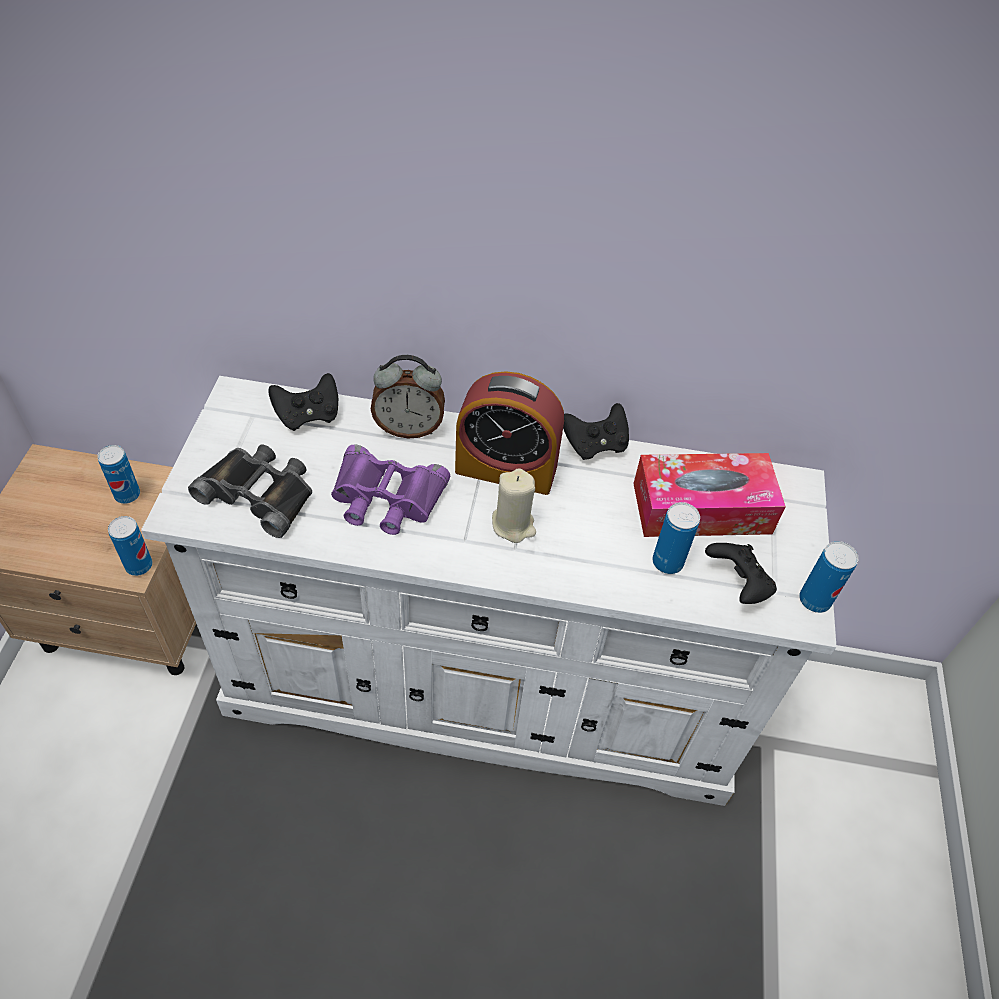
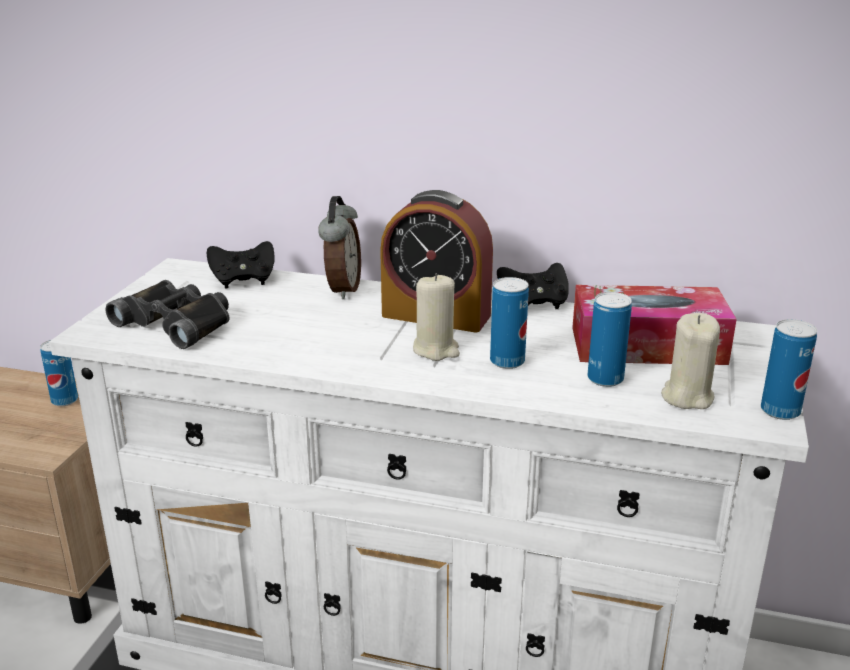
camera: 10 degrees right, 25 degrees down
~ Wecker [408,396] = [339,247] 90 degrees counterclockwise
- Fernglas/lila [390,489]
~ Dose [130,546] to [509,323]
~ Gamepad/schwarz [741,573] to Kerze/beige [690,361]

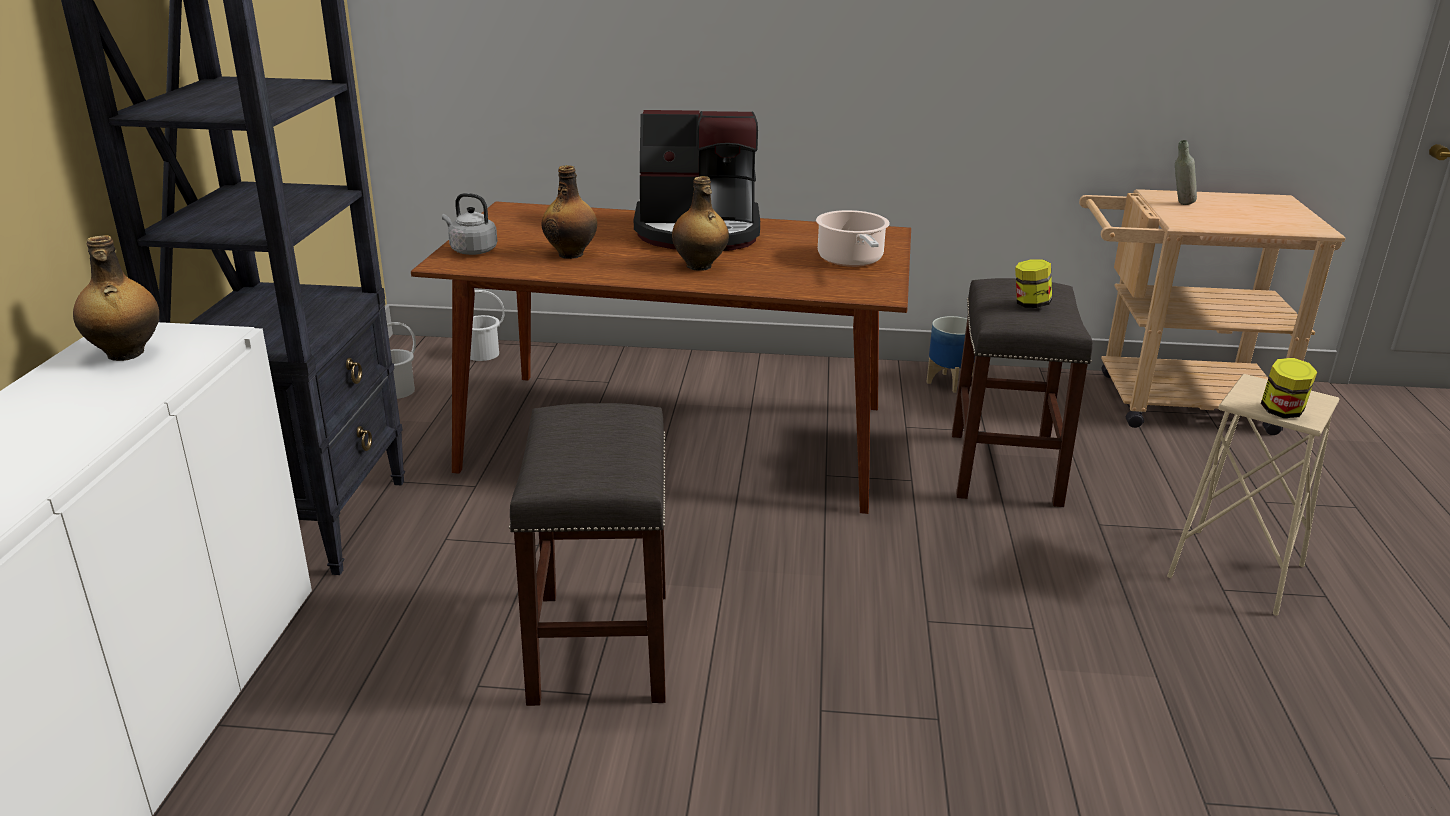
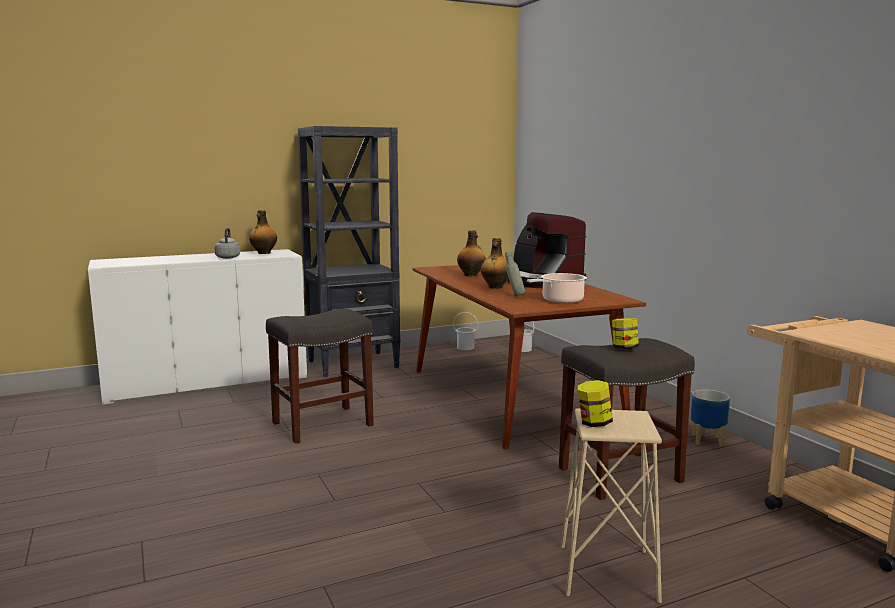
camera: 60 degrees right, 15 degrees down
~ Flasche/grau [1186,172] to [515,274]
~ Wasserkessel/grau [469,224] to [227,243]

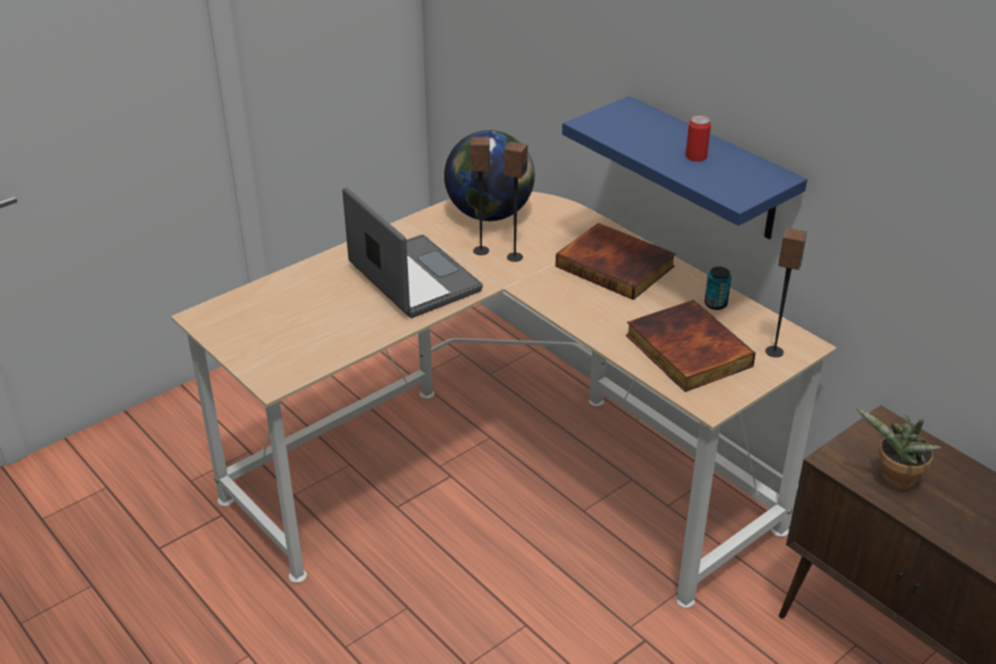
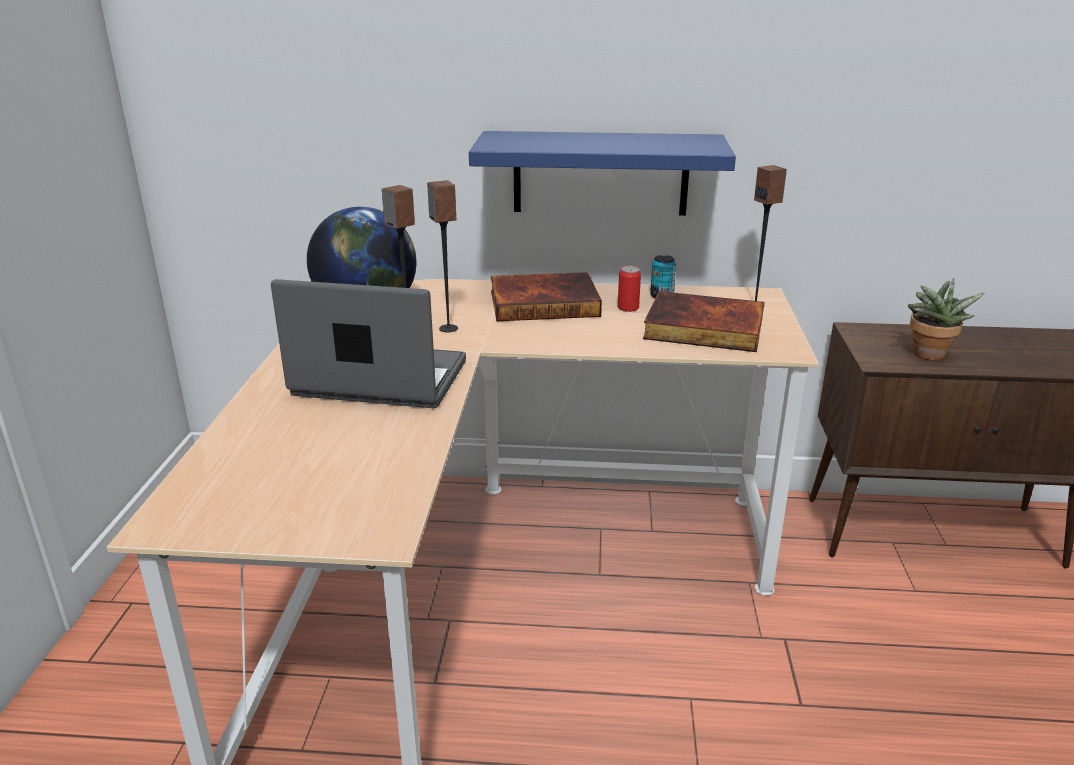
camera: 45 degrees left, 10 degrees down
~ Dose [698,138] to [629,289]

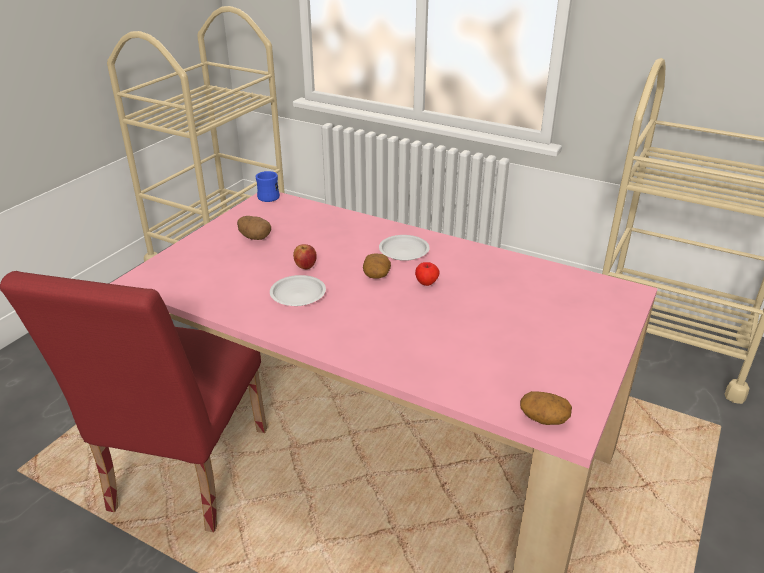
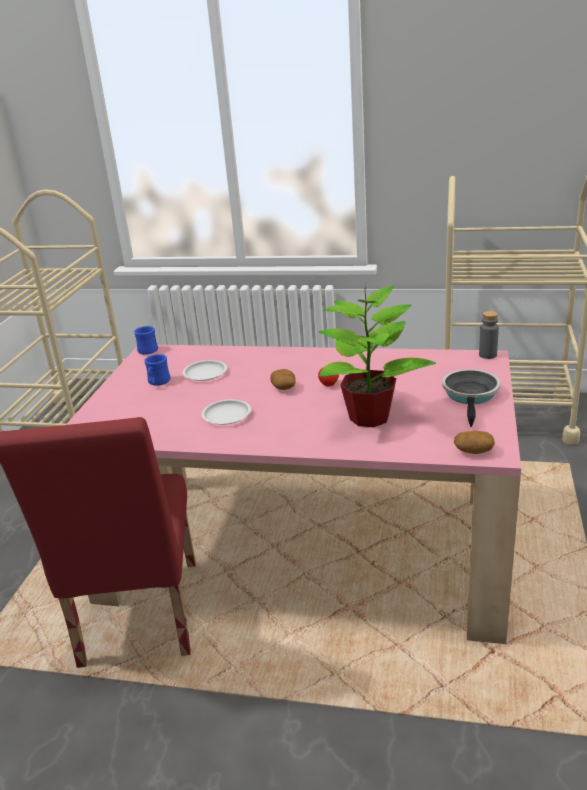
camera: 15 degrees left, 5 degrees down
~ Kartoffel [254,228] to Henkelbecher/blau [157,370]
~ Teller/weiß [404,248] to [205,370]
- Apfel [305,256]
+ Topfpflanze [377,355]
+ Flasche/grau [489,335]
+ Pfanne [471,398]

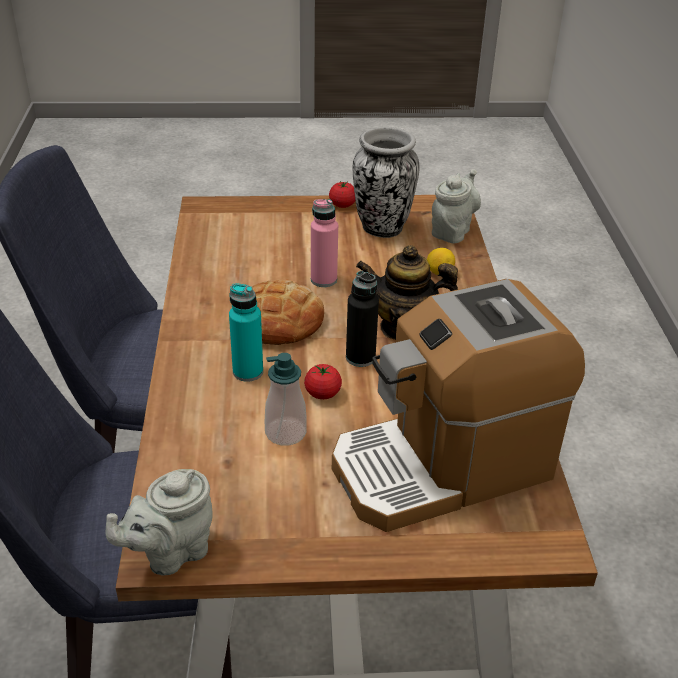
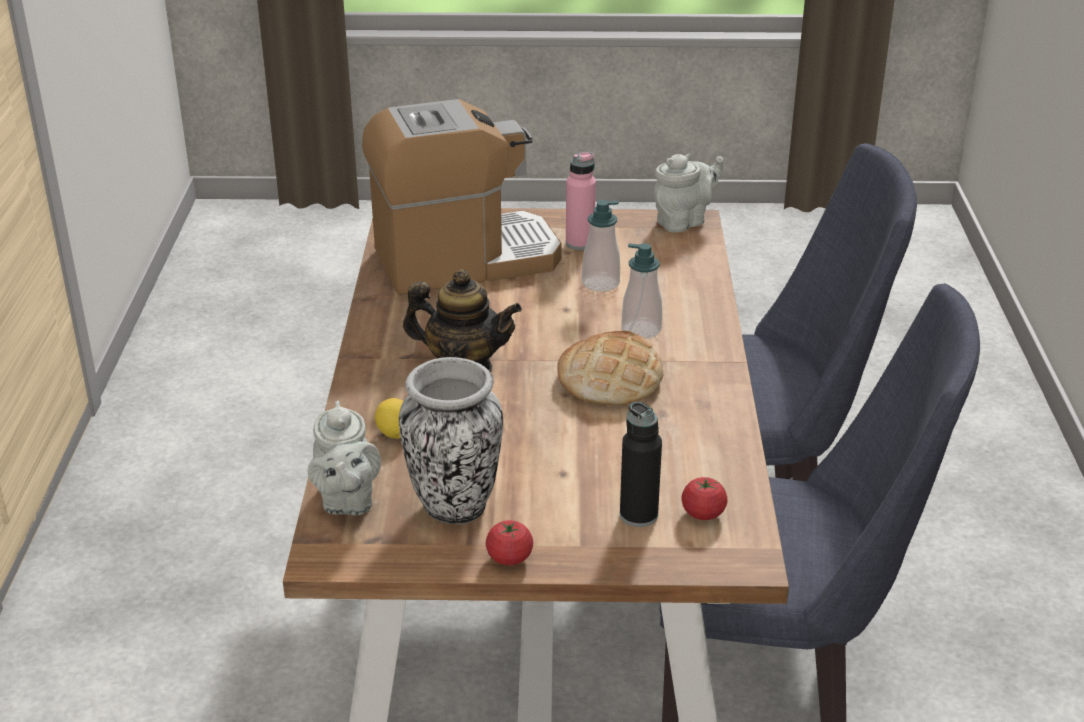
camera: 175 degrees left, 5 degrees down
~ Teekanne/grau [456,206] = [344,458] 45 degrees counterclockwise
~ Flasche/rosa [324,243] to [581,201]
~ Flasche/schwarz [362,319] to [641,464]
~ Flasche/türkis [246,332] to Seifenspender [642,291]
~ Tomate [323,381] to [704,498]

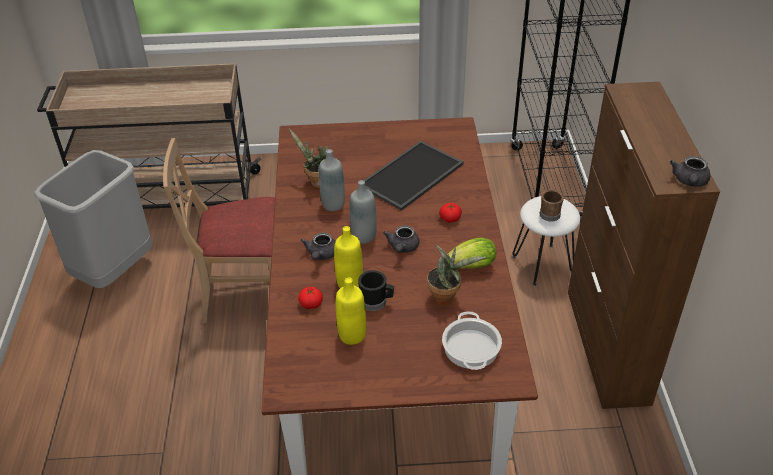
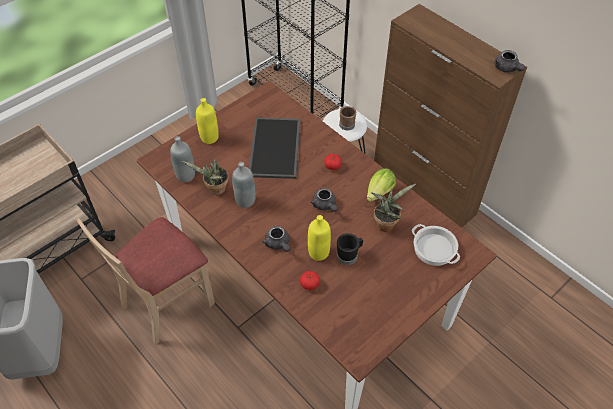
camera: 40 degrees left, 10 degrees up
~ Flasche/grau [363,212] to [182,159]
~ Flasche/gelb [351,311] to [207,121]

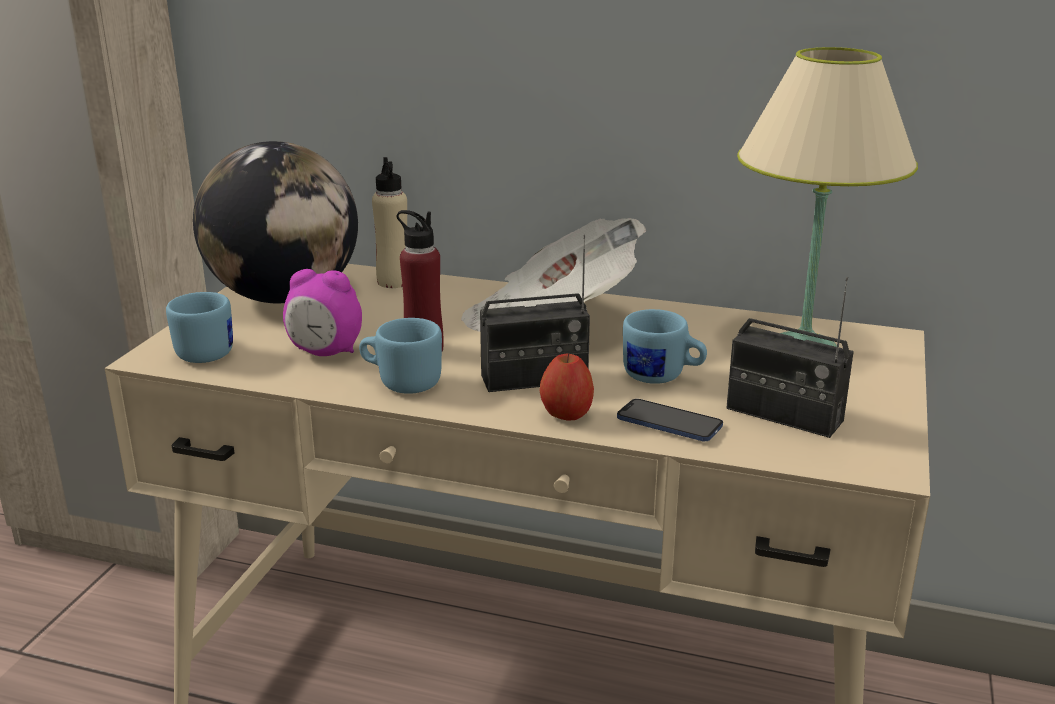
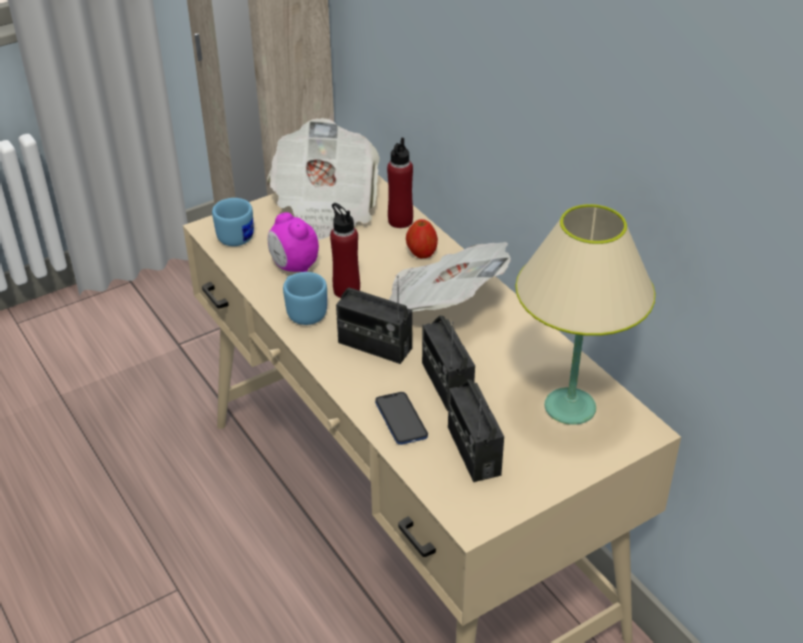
camera: 40 degrees right, 15 degrees up
~ Globus [275,222] to Zeitung [323,179]
~ Flasche/beige [389,222] to Flasche/rot [400,182]
~ Henkelbecher/blau [665,346] to Radio [448,363]
~ Apfel [567,386] to [422,238]

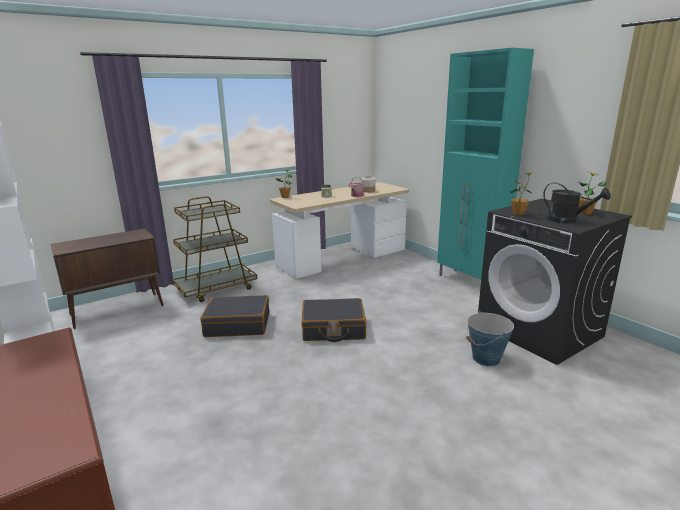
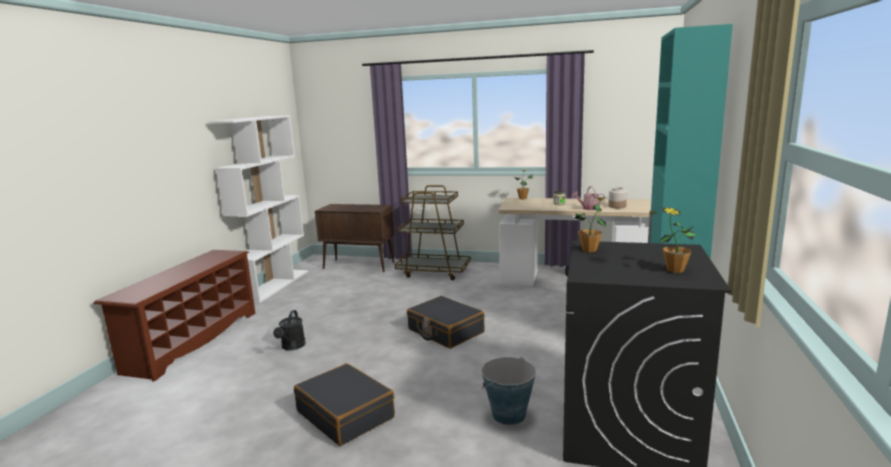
camera: 50 degrees right, 5 degrees down
~ Gießkanne/schwarz [577,203] to [290,330]
~ Koffer/schwarz [234,316] to [344,404]

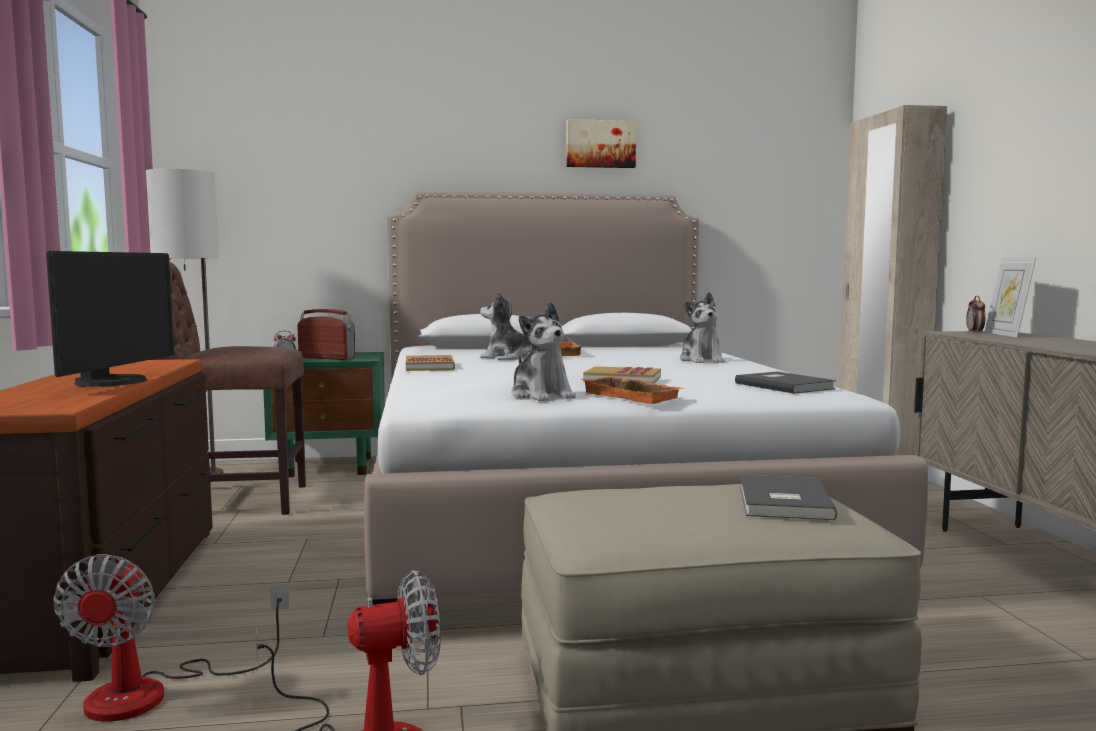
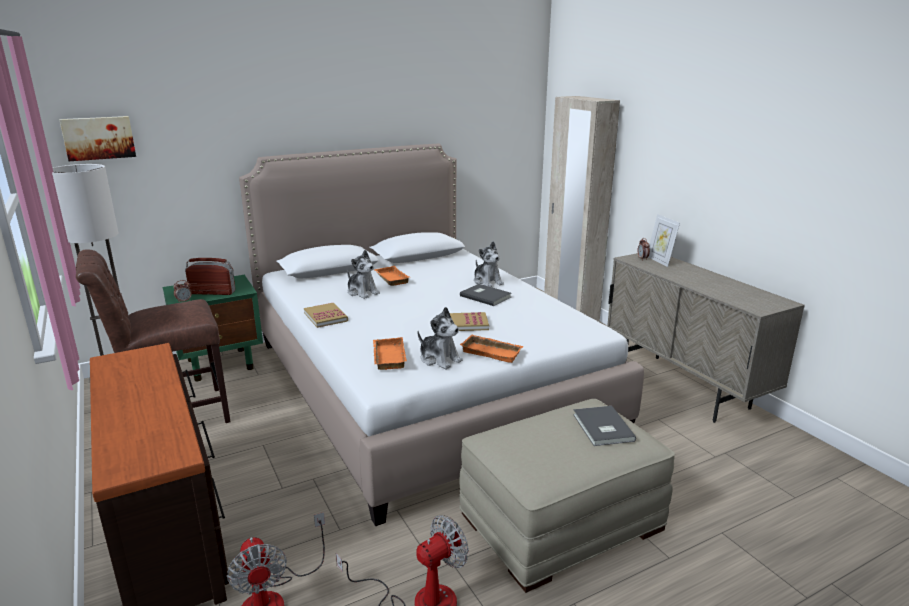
camera: 20 degrees left, 15 degrees up
~ Bild [601,143] to [97,138]
- Monitor [110,319]
~ Plüschtier [506,325] = [363,274] 135 degrees counterclockwise
~ Buch/grau [785,382] to [486,295]
+ Tablett/orange [390,353]

